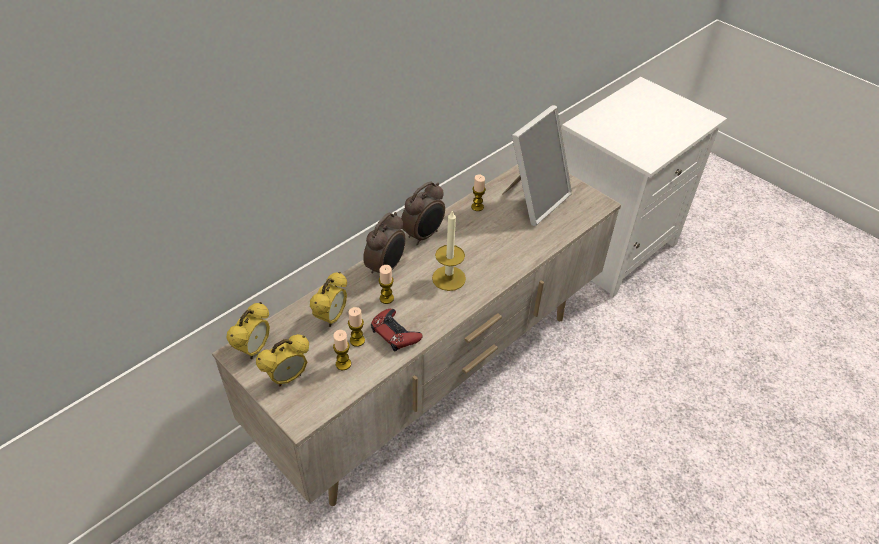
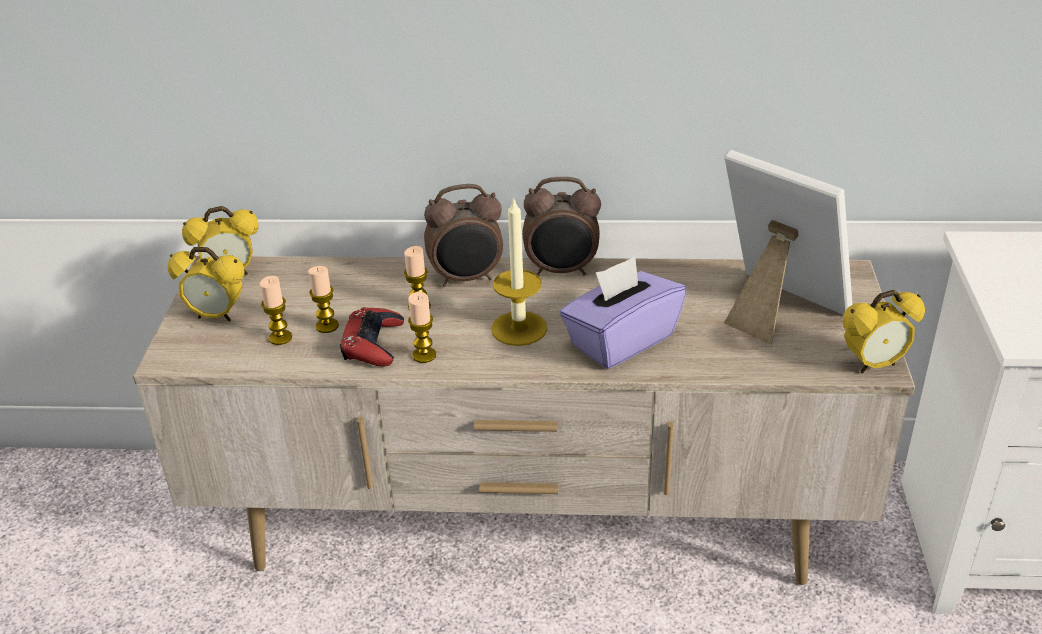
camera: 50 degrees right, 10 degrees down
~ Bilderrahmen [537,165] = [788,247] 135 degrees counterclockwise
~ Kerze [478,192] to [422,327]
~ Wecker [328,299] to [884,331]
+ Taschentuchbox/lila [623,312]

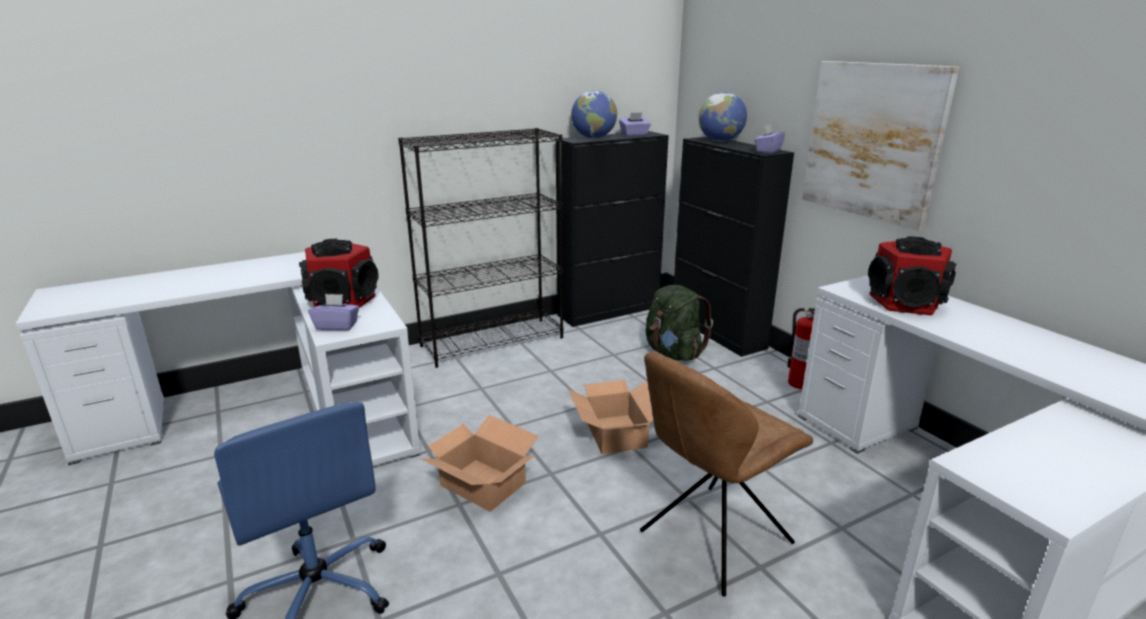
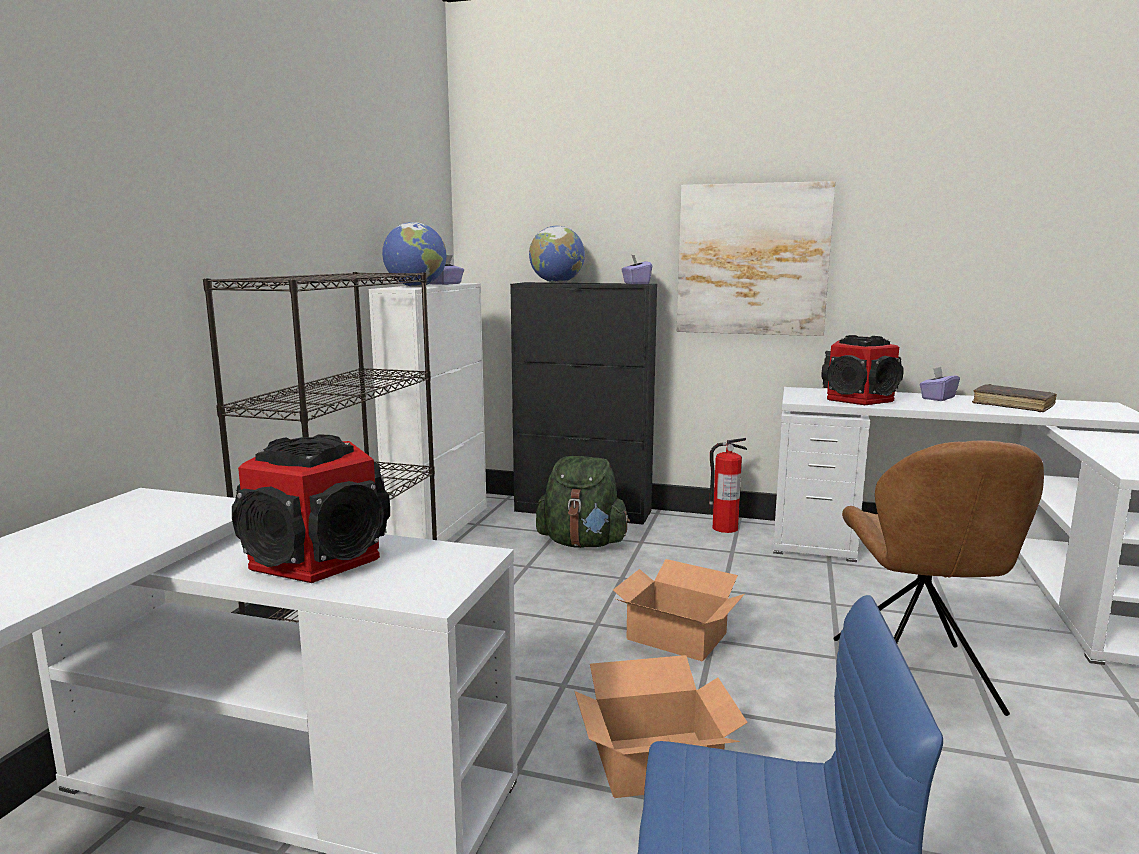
camera: 45 degrees left, 10 degrees down
~ Schrank/schwarz [612,229] to Schrank/weiß [428,412]
~ Taschentuchbox/lila [333,312] to [939,384]
+ Buch/braun [1014,398]

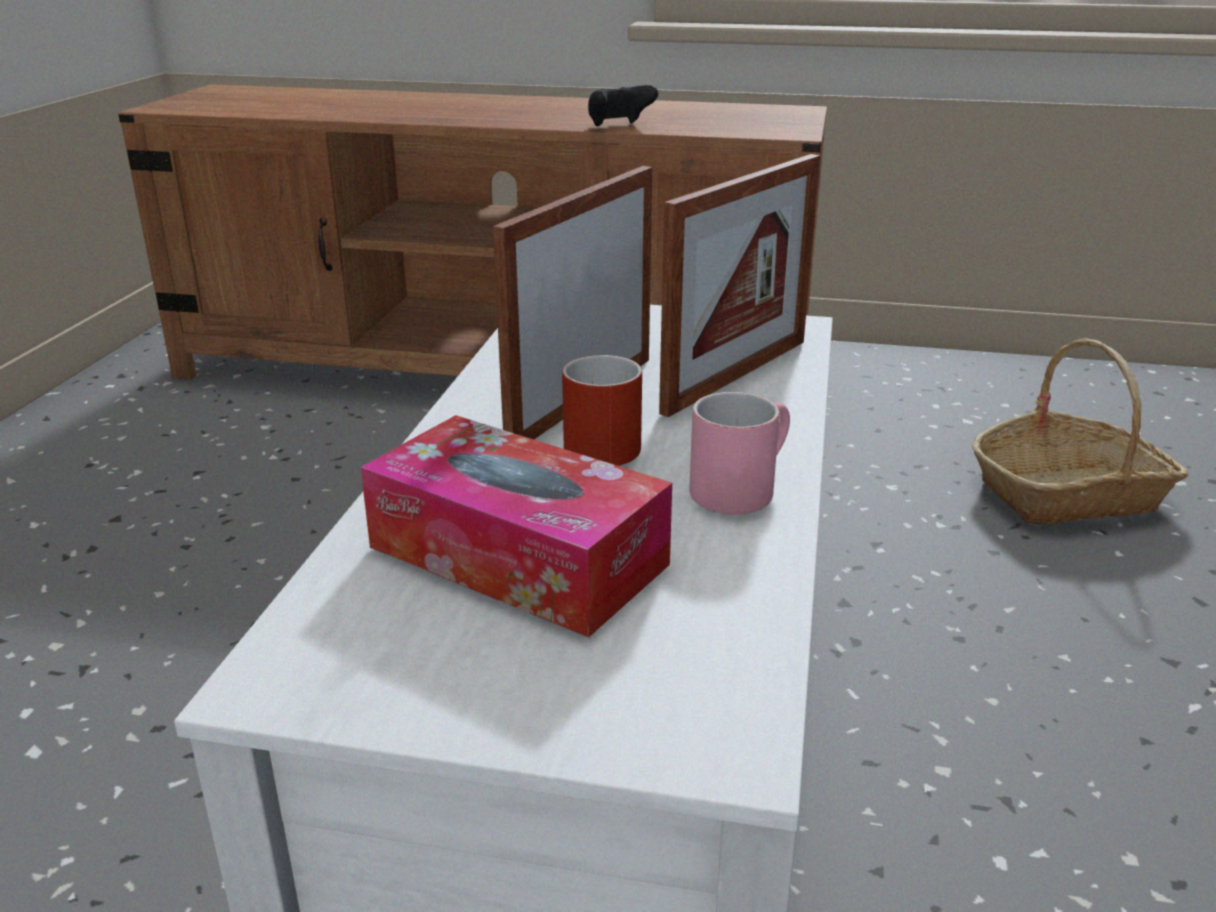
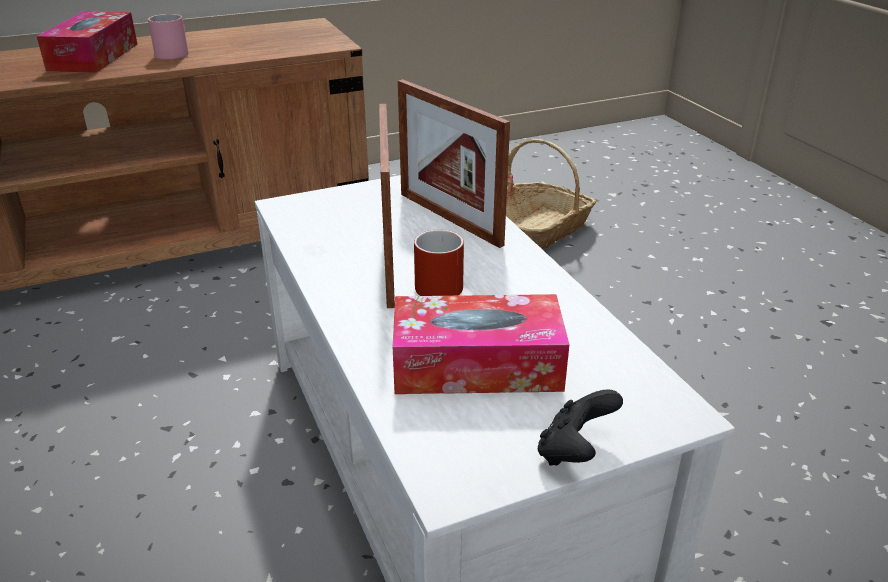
camera: 35 degrees left, 5 degrees up
~ Gamepad/schwarz [623,105] to [580,427]
~ Bilderrahmen [739,285] = [454,163] 135 degrees clockwise
~ Henkelbecher/rosa [739,453] to [168,37]
+ Taschentuchbox [87,42]

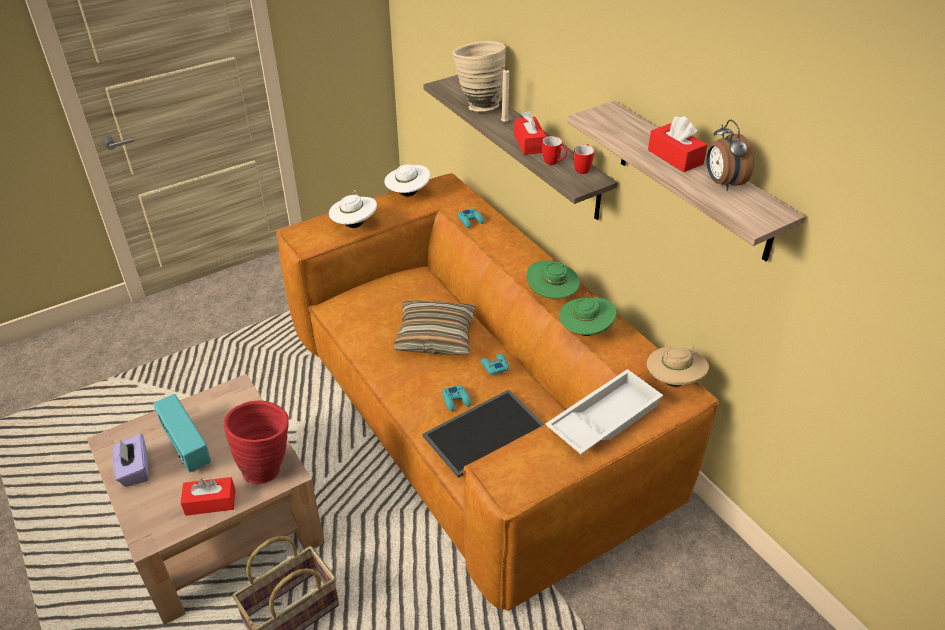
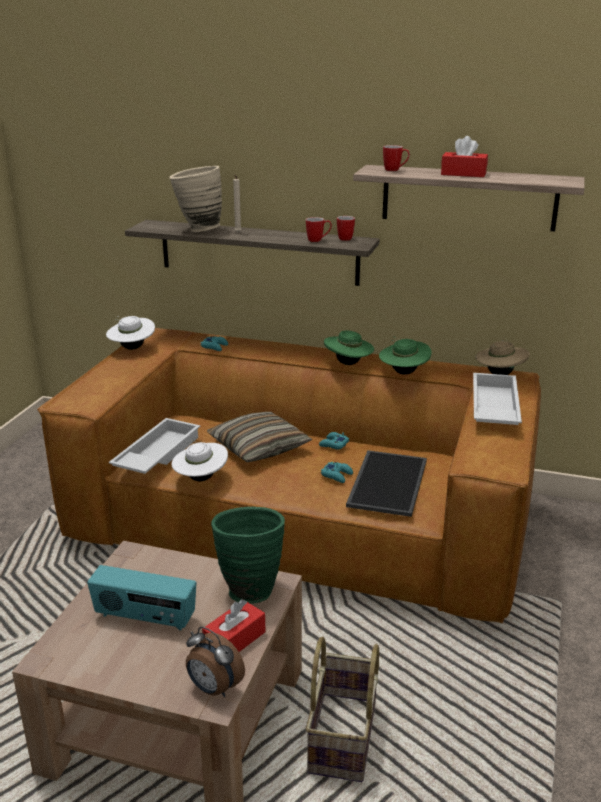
camera: 40 degrees left, 15 degrees down
- Taschentuchbox/rot [530,133]
~ Wecker [730,155] to [215,662]
~ Hut/weiß [353,209] to [200,460]
~ Vase/rot [256,442] to Vase/grün [248,555]
- Taschentuchbox/lila [131,460]
+ Henkelbecher [396,158]
+ Tablett/weiß [154,446]

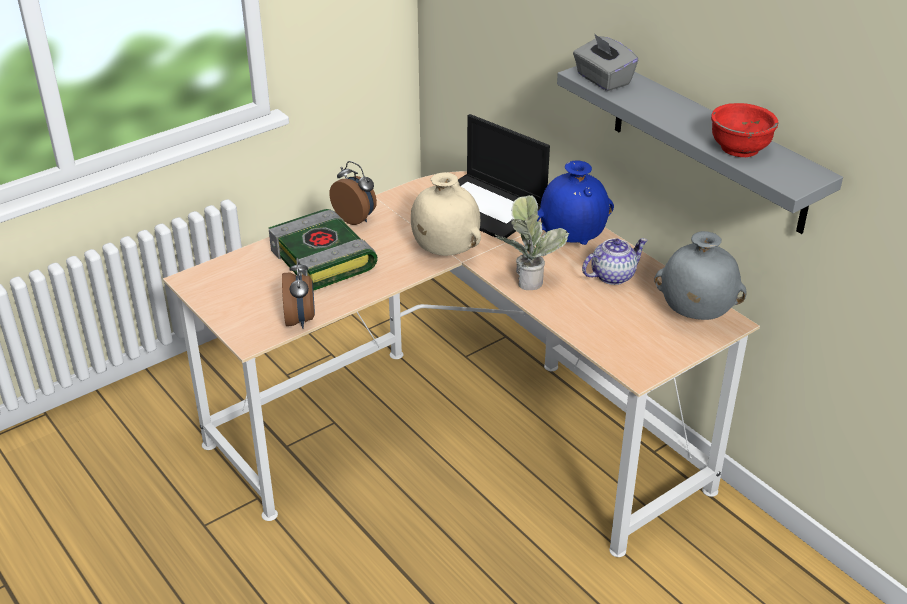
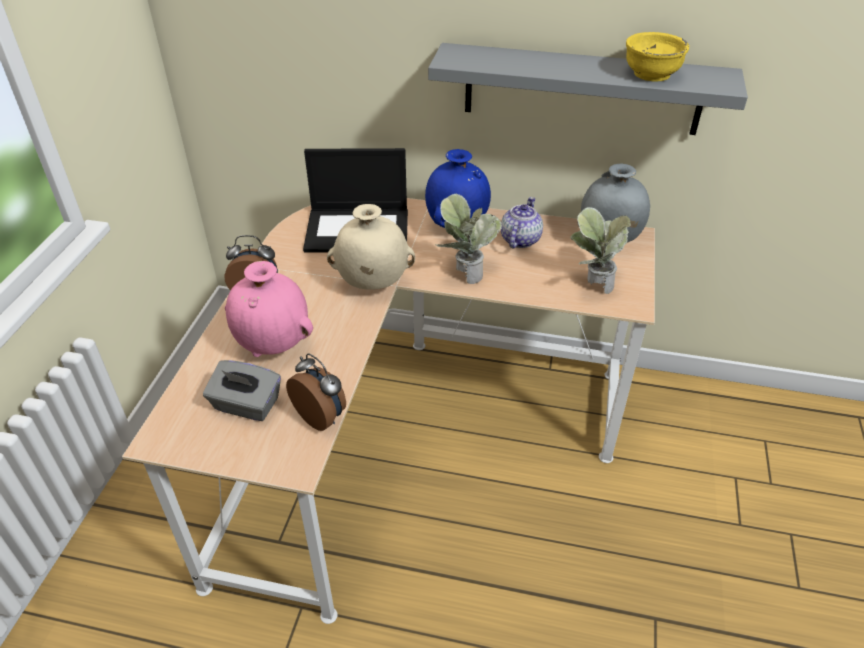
camera: 40 degrees left, 5 degrees up
~ Taschentuchbox/grau [605,62] to [242,390]
~ Schüssel/rot [744,130] to Schüssel/gelb [657,56]
~ Buch [323,250] to Vase/rosa [269,309]
+ Topfpflanze [600,250]

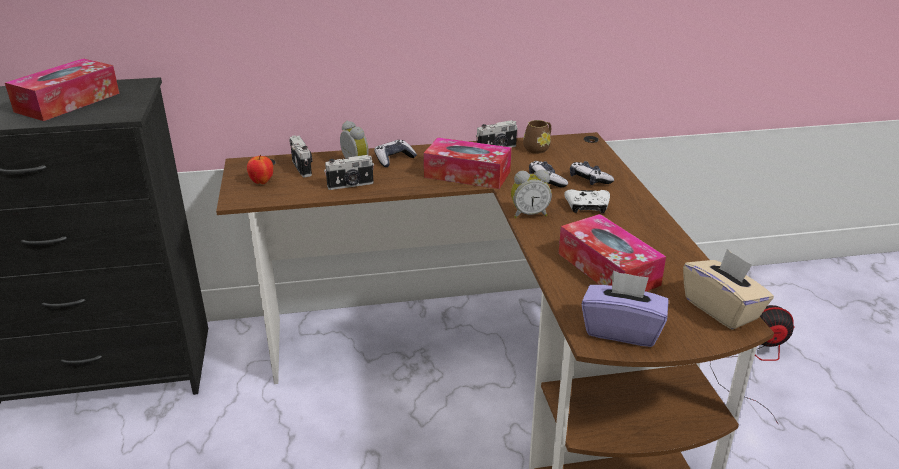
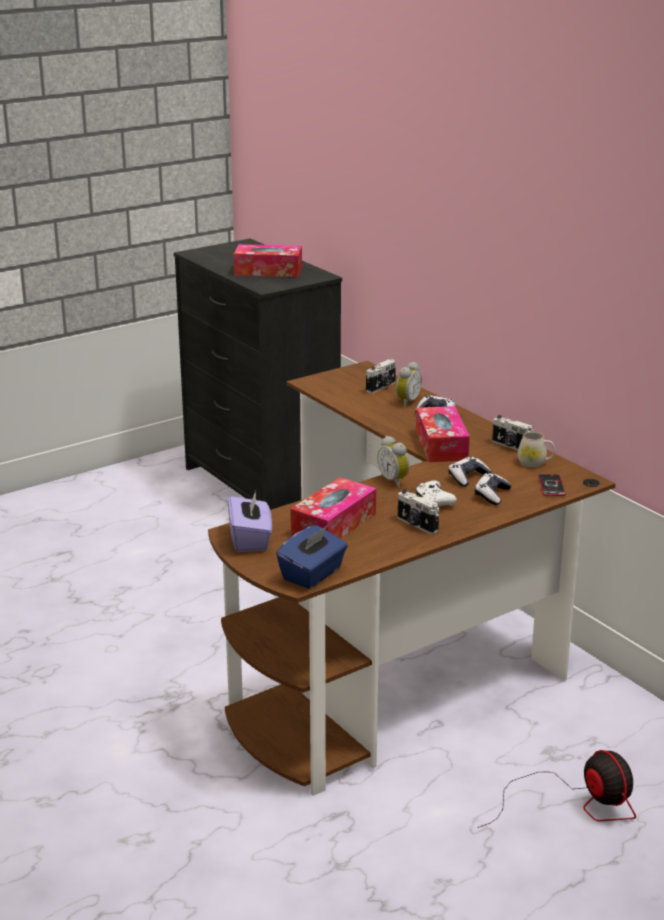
camera: 65 degrees right, 5 degrees down
~ Henkelbecher/braun [537,137] to Henkelbecher/weiß [536,449]
- Apfel [260,169]
~ Kamera [349,172] to [418,511]
~ Taschentuchbox/beige [728,289] to Taschentuchbox/blau [312,557]
+ Handy [552,485]

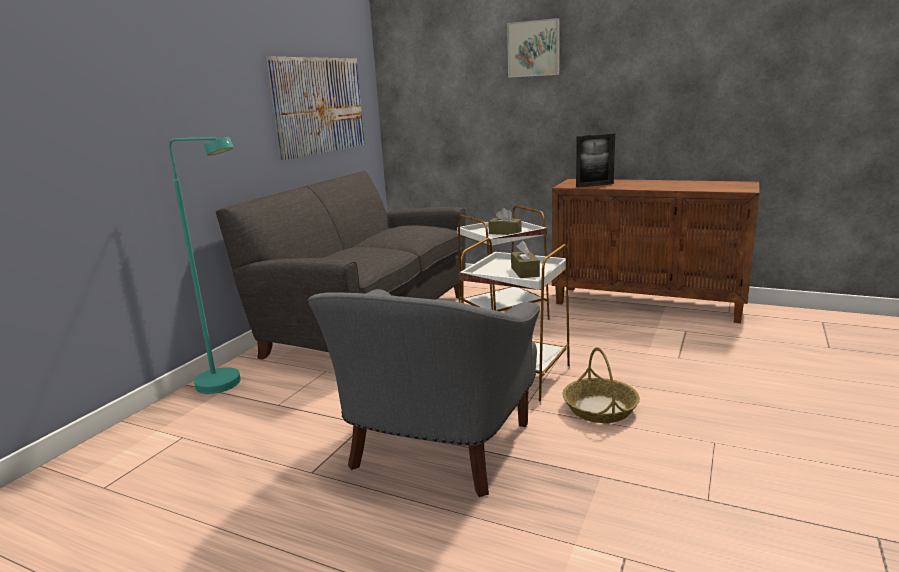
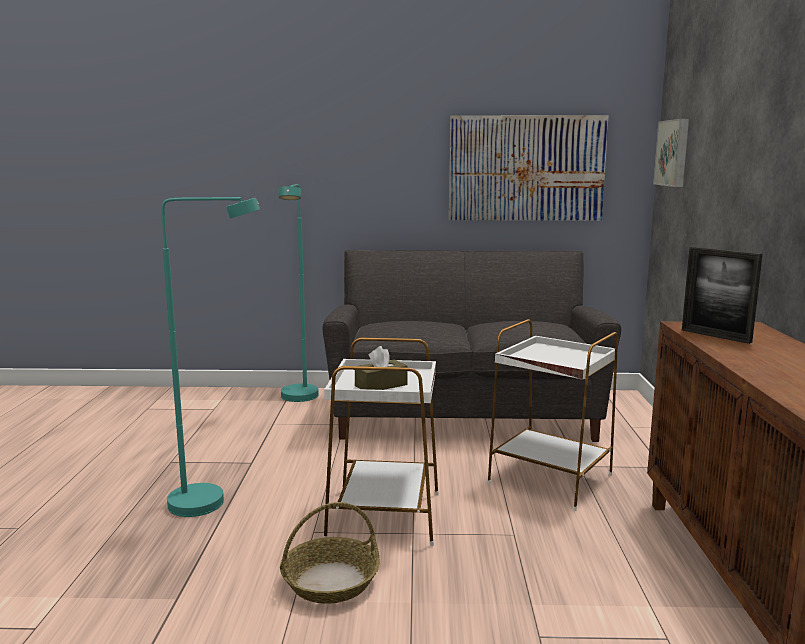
camera: 65 degrees right, 5 degrees down
~ Bild [533,48] to [671,153]
- Taschentuchbox/braun [505,221]
~ Sessel/grau [423,393] to Stehlampe/türkis [210,357]

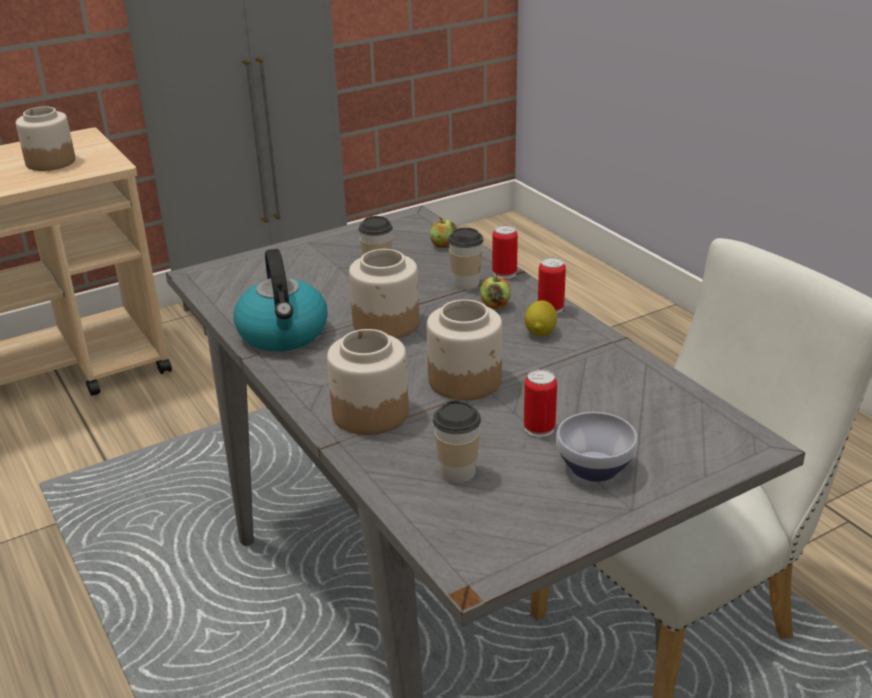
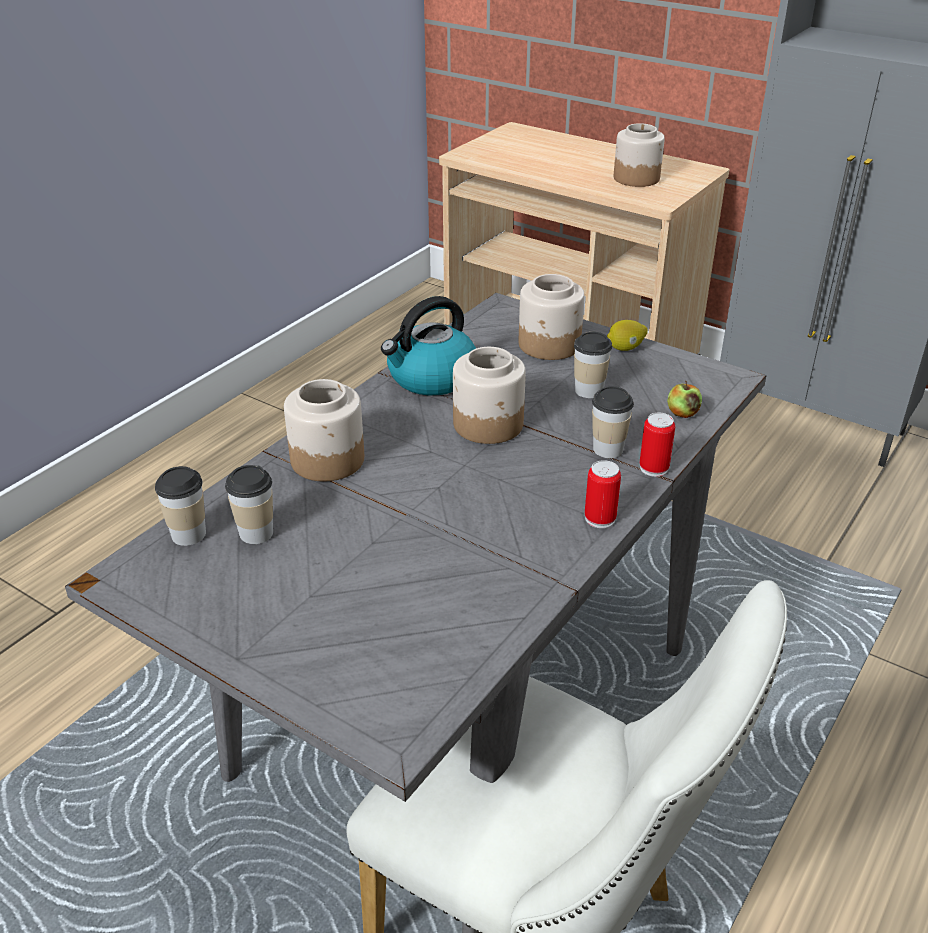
camera: 65 degrees right, 5 degrees up
- Apfel [495,291]
~ Vorratsglas [464,349] to [552,317]
~ Zitrone [541,318] to [627,335]
- Dose [540,403]
- Schüssel [597,447]
+ Tasse [180,506]

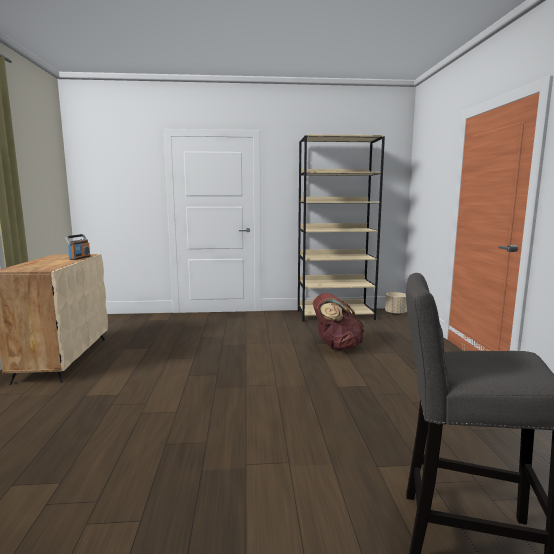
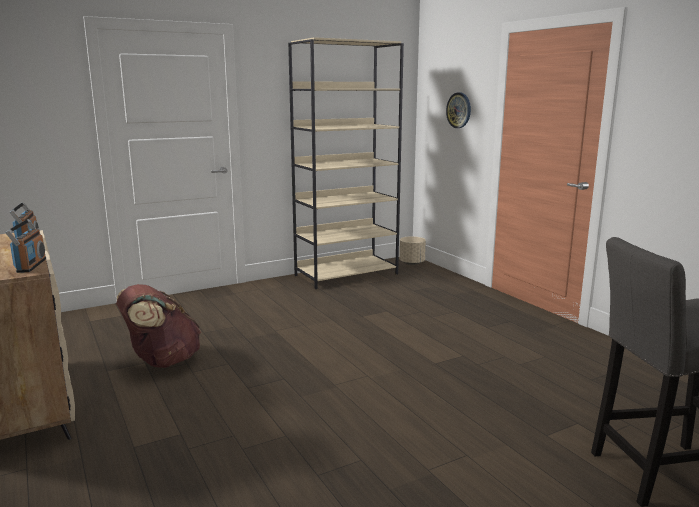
camera: 25 degrees left, 5 degrees up
~ Rucksack/braun [339,321] to [158,326]
+ Wanduhr [458,110]
+ Radio [25,246]

